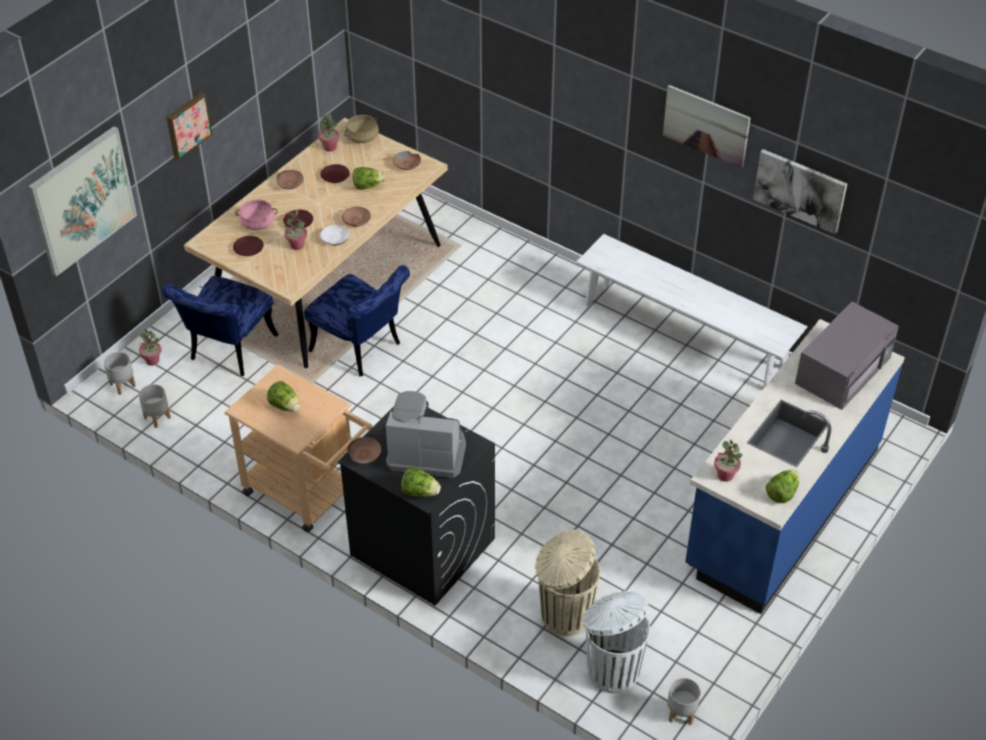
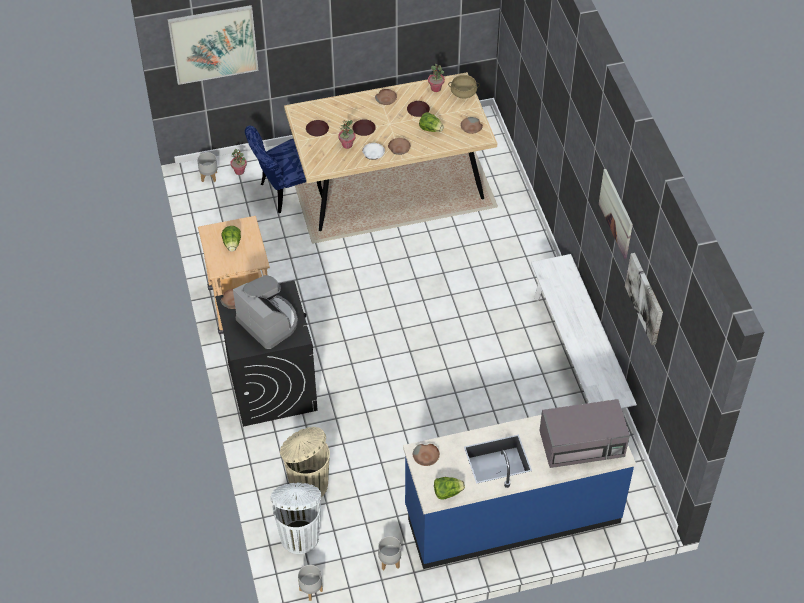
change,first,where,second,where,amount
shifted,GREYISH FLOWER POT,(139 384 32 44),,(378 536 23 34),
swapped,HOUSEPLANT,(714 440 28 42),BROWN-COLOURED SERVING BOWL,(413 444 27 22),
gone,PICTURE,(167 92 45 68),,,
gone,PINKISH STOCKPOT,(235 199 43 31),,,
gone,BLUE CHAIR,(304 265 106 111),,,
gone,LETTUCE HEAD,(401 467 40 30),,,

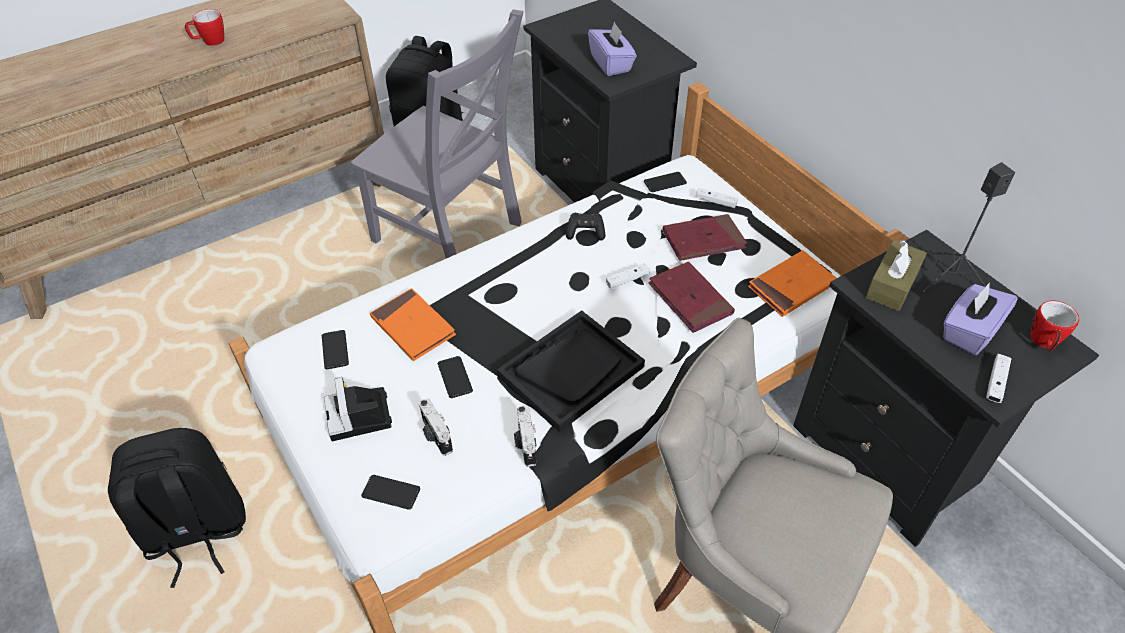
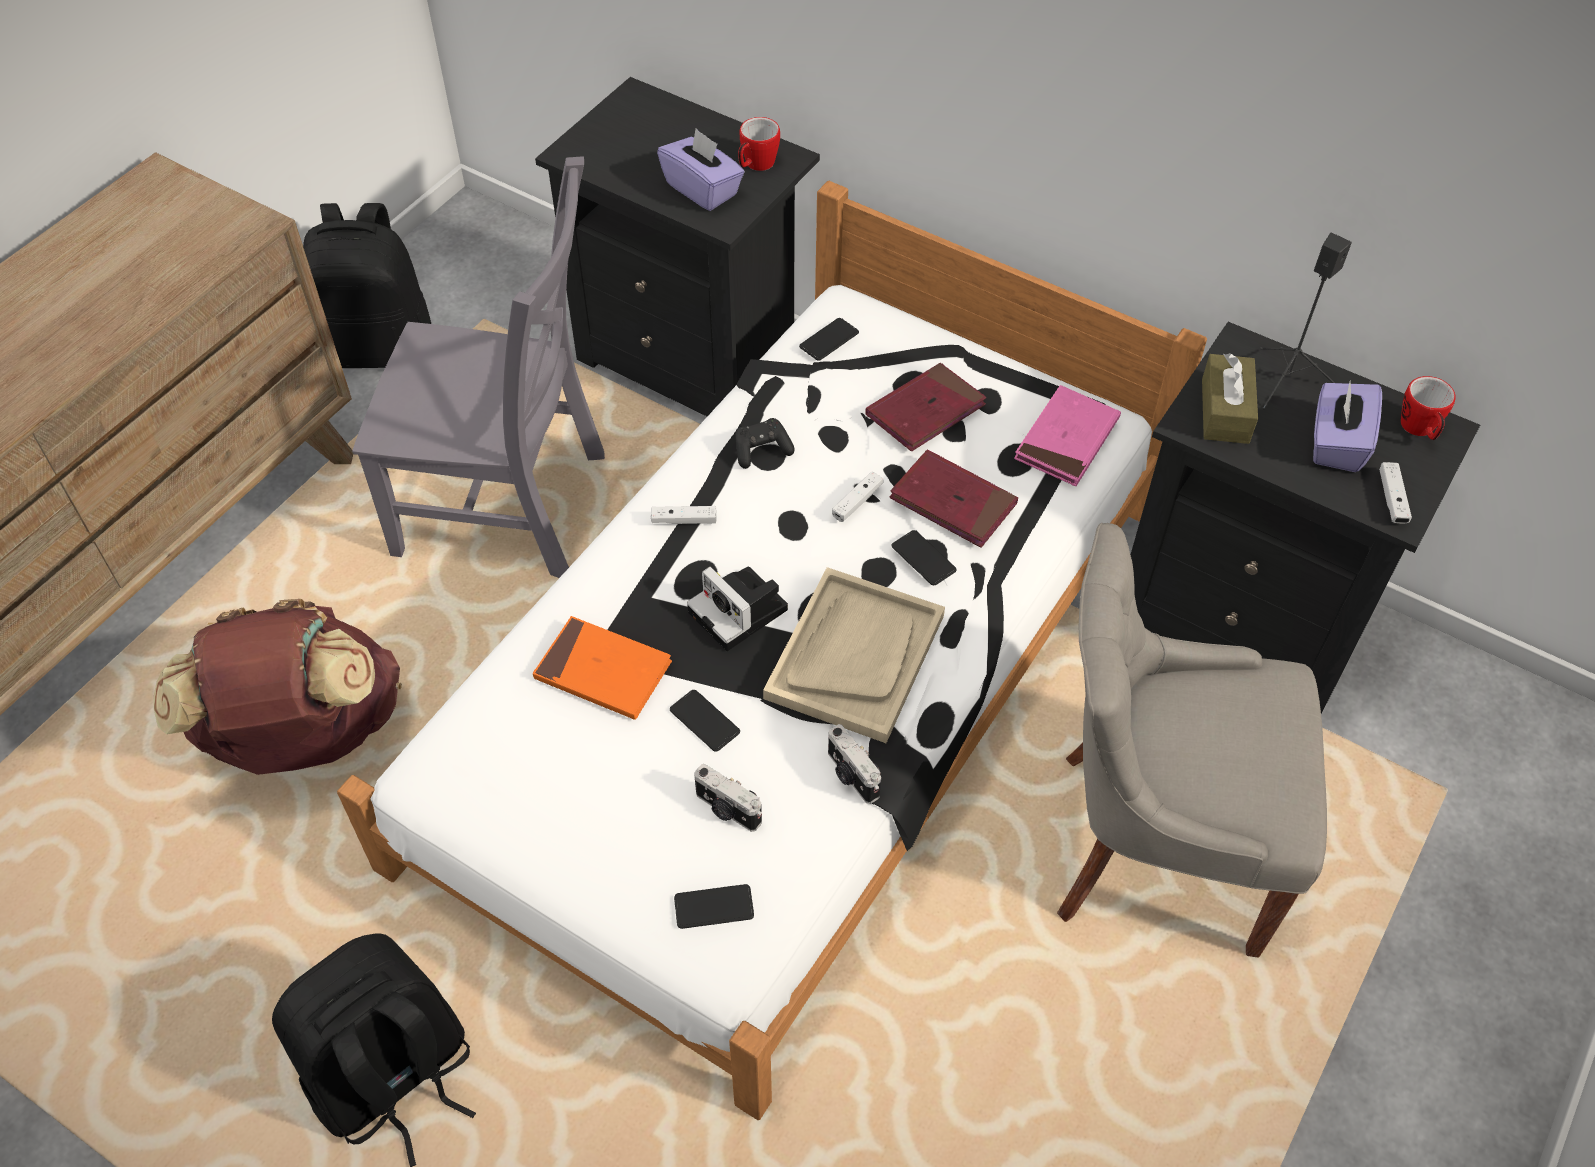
change,first,where,second,where,amount
new,,,BROWN-COLOURED KNAPSACK,(153 599 249 176),
shifted,WHITISH GAMEPAD,(696 188 42 20),,(651 506 66 18),
shifted,STILL CAMERA,(324 377 68 64),,(687 566 101 85),
shifted,MUG,(185 9 40 37),,(738 117 42 54),
repainted,BLACK-COLOURED TRAY,(497 310 148 122),BEIGE-COLOURED TRAY,(763 567 182 176),
shifted,HANDSET,(322 330 27 39),,(891 530 66 55),
repainted,ORANGE-COLOURED BOOK,(748 250 89 67),PINKISH BOOK,(1014 385 107 101),

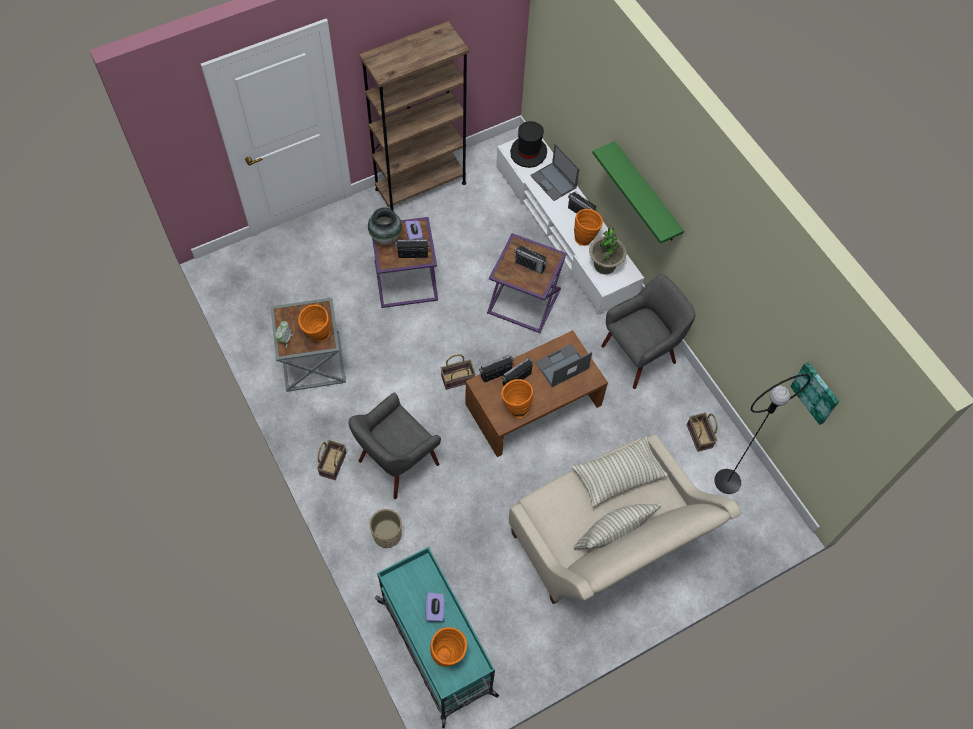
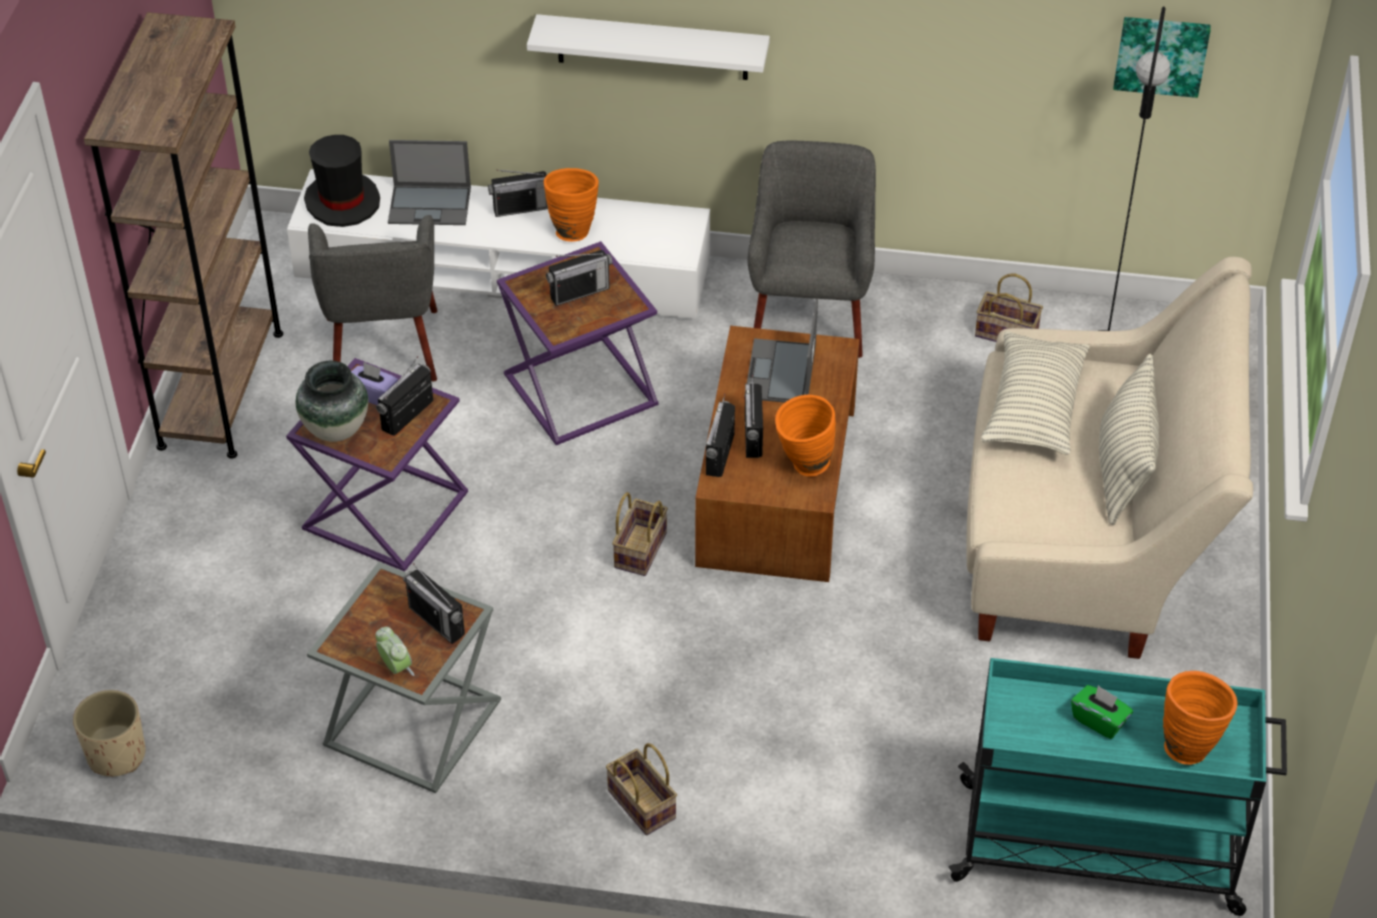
change,first,where,second,where,amount
shifted,BEIGE-COLOURED FLOWER POT,(370 509 32 39),,(73 690 72 87),
shifted,GREYISH EASY CHAIR,(349 392 92 107),,(308 215 129 167),
swapped,ORANGE-COLOURED DECORATIVE VASE,(298 305 33 37),RADIO RECEIVER,(403 563 62 81),
repainted,GREEN SHELF,(592 141 92 103),WHITISH SHELF,(527 14 243 66),
repainted,PURPLE-COLOURED TISSUE BOX,(426 593 18 28),GREEN TISSUE BOX,(1071 685 62 54),
gone,HOUSEPLANT,(589 228 38 46),,,

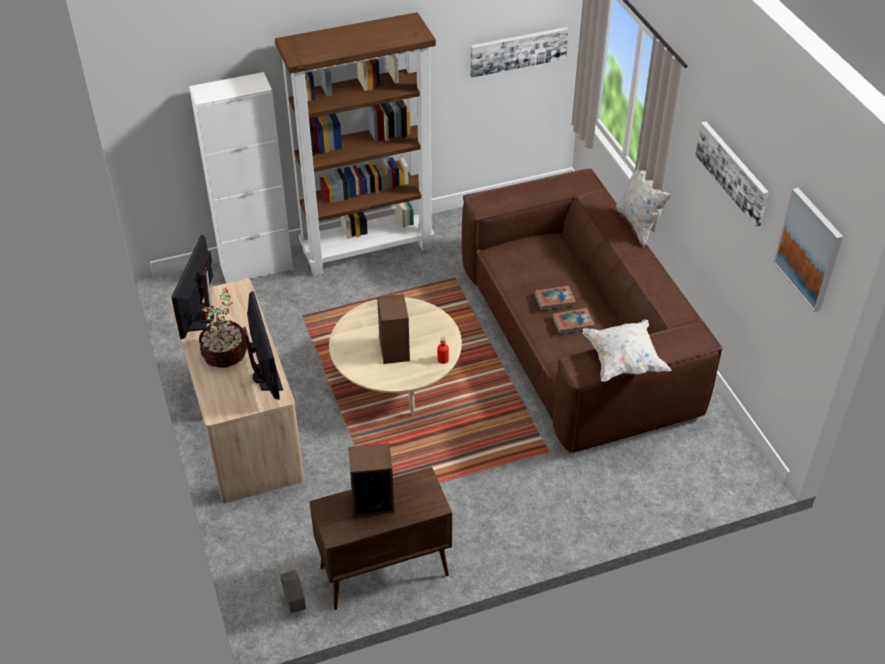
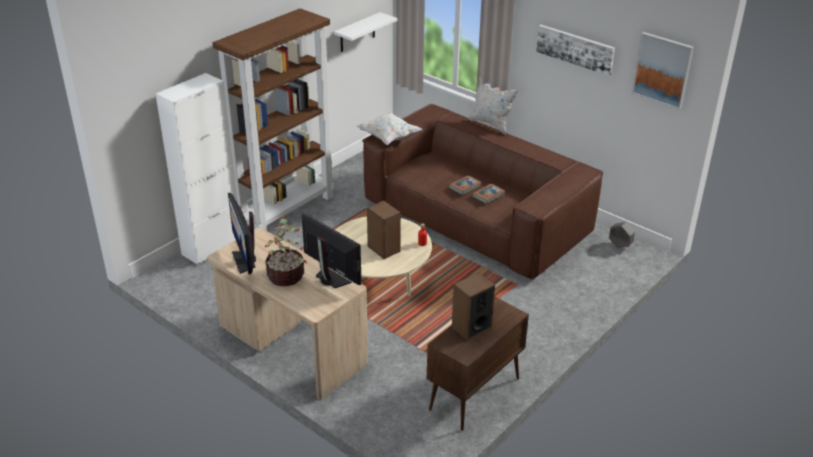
change,first,where,second,where,amount
swapped,PICTURE,(470 27 98 51),WHITISH SHELF,(334 12 63 40),
shifted,WHITISH PILLOW,(582 320 90 61),,(357 112 66 33),
shifted,GREYISH FLOWER POT,(280 570 26 43),,(609 222 26 26),

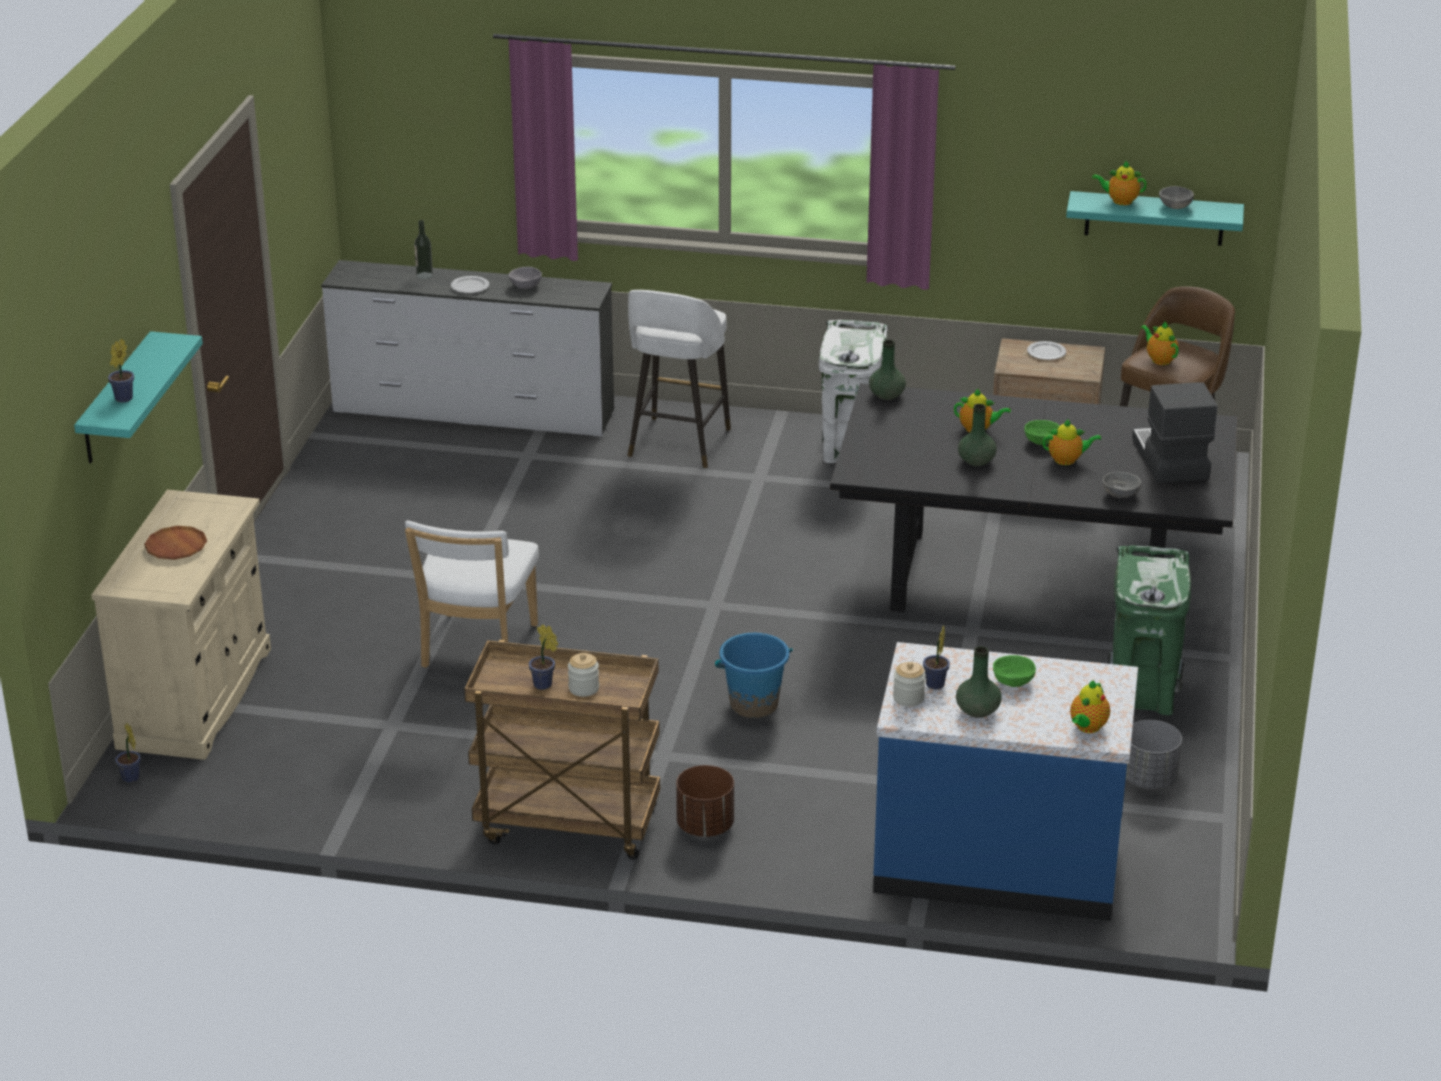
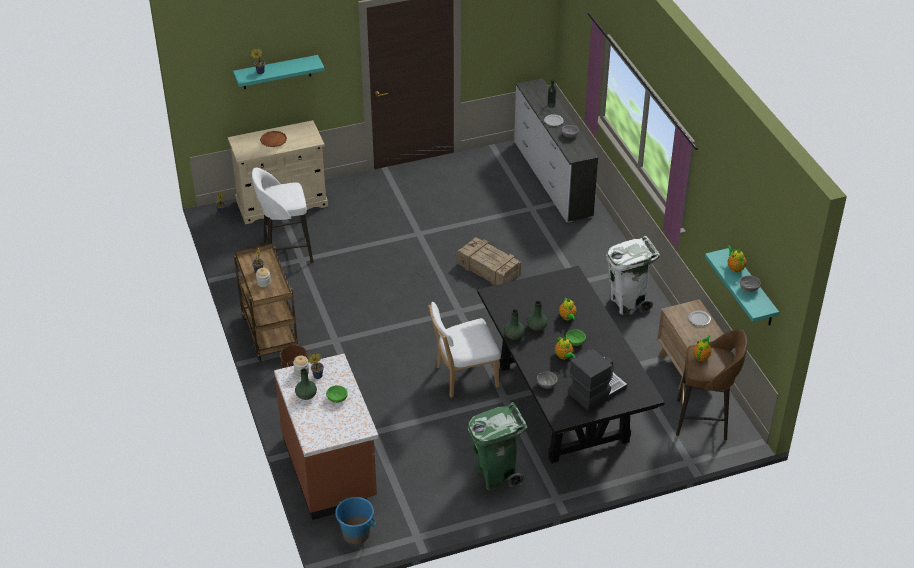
change,first,where,second,where,amount
shifted,WHITISH STOOL SEAT,(627 290 104 178),,(252 167 61 96),
repainted,BLUE KITCHEN BASE UNIT,(873 642 265 279),BROWN-COLOURED KITCHEN BASE UNIT,(274 354 105 166),
shifted,BLUE BUCKET,(715 633 78 85),,(335 497 41 47),
shifted,WHITISH CHAIR,(405 520 134 148),,(429 302 72 96),
new,,,CRATE,(458 237 63 48),
shifted,GREEN DECORATIVE VASE,(869 340 37 60),,(504 309 21 31),
gone,TEAPOT,(1070 680 40 53),,,
gone,GREYISH FLOWER POT,(1126 720 56 69),,,

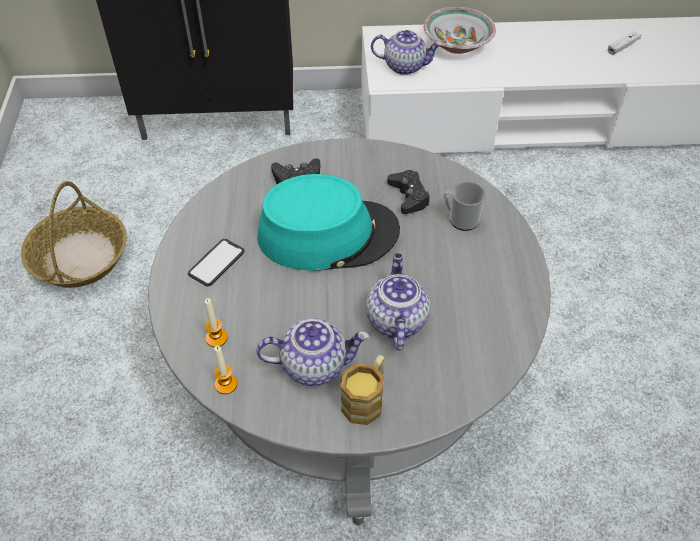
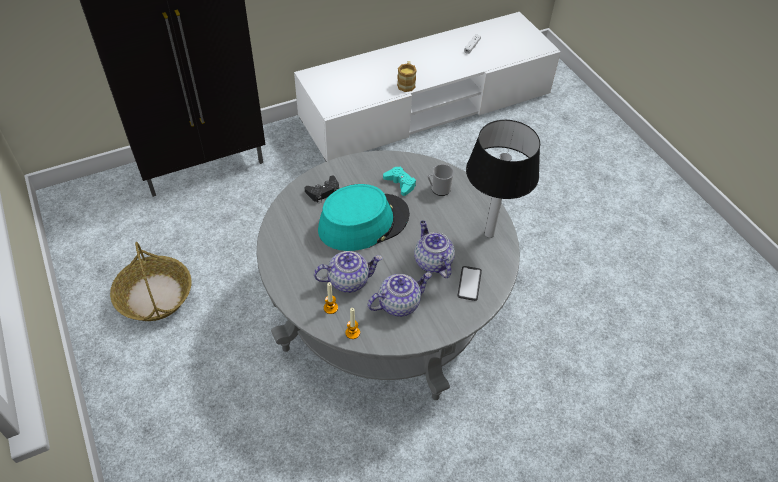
change,first,where,second,where,amount
shifted,TEAPOT,(371 30 71 45),,(314 251 69 42),
repainted,BLACK-COLOURED GAMEPAD,(387 170 43 44),BLUE-GREEN GAMEPAD,(383 167 33 29),
shifted,MUG,(341 355 44 70),,(397 61 20 31),
shifted,HANDSET,(188 239 56 47),,(457 266 25 35),
new,,,TABLE LAMP,(466 120 74 118),
gone,SERVING BOWL,(424 7 72 47),,,

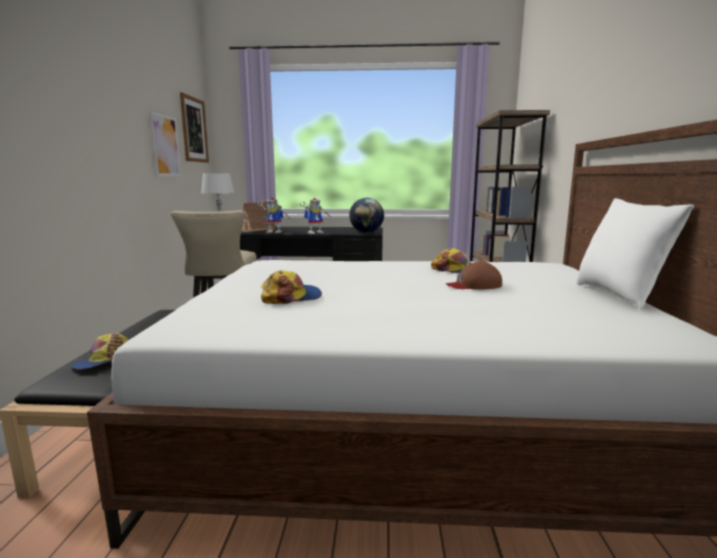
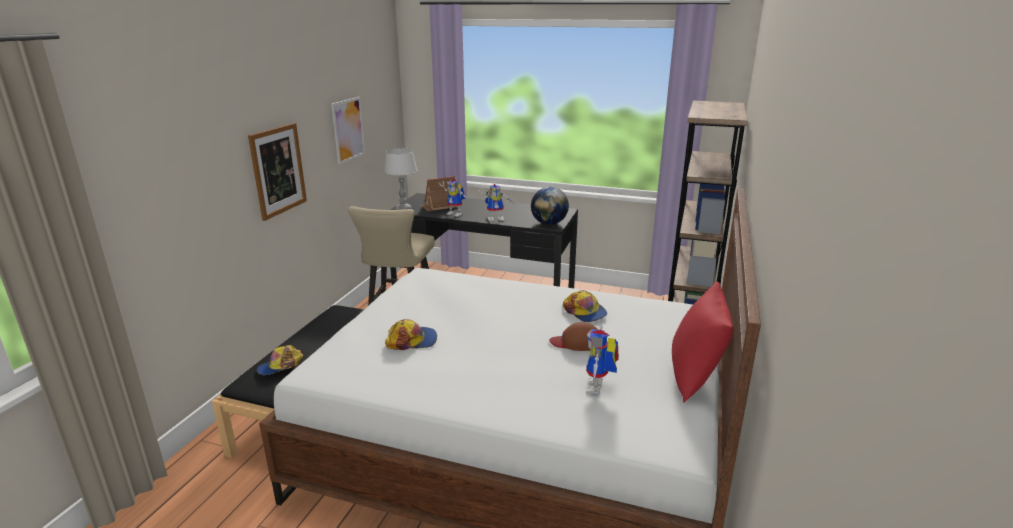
change,first,where,second,where,amount
shifted,PICTURE,(180 92 29 71),,(248 123 59 98),
new,,,TOY ROBOT,(586 324 33 70),
repainted,WHITISH PILLOW,(576 198 118 112),REDDISH PILLOW,(672 282 61 121),

